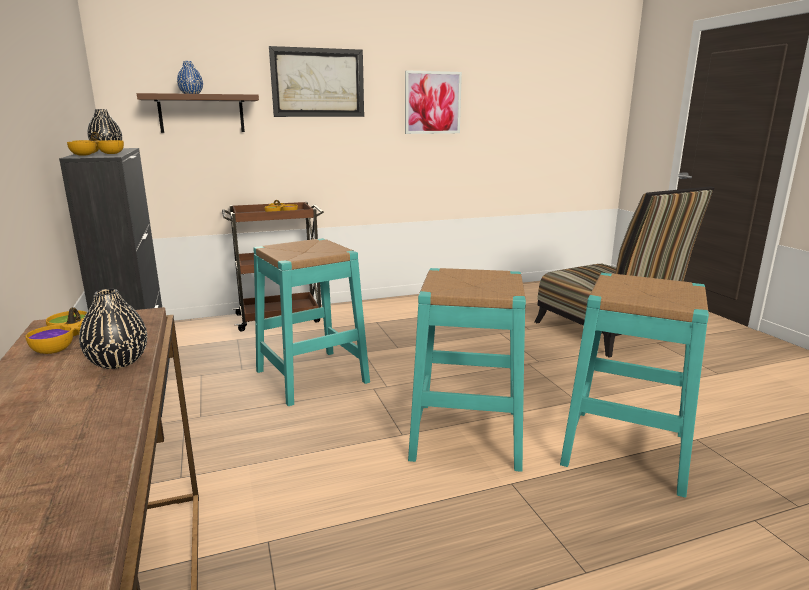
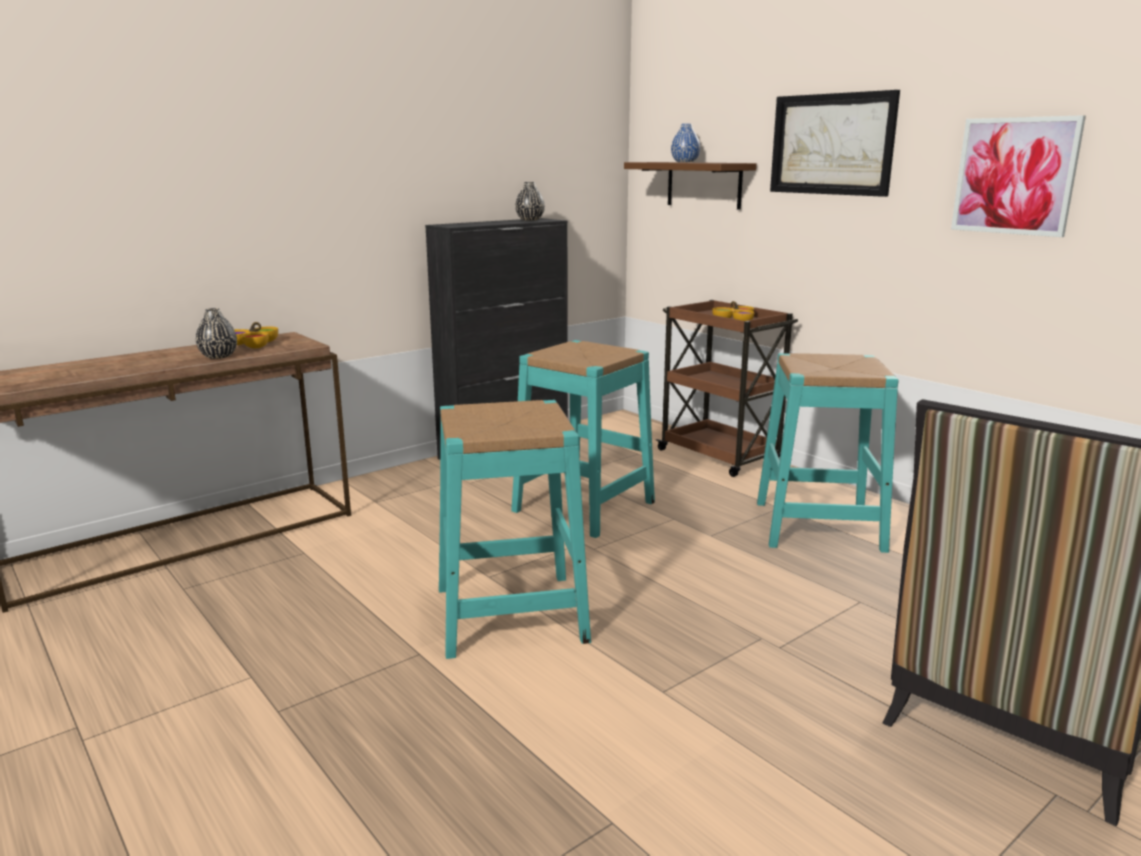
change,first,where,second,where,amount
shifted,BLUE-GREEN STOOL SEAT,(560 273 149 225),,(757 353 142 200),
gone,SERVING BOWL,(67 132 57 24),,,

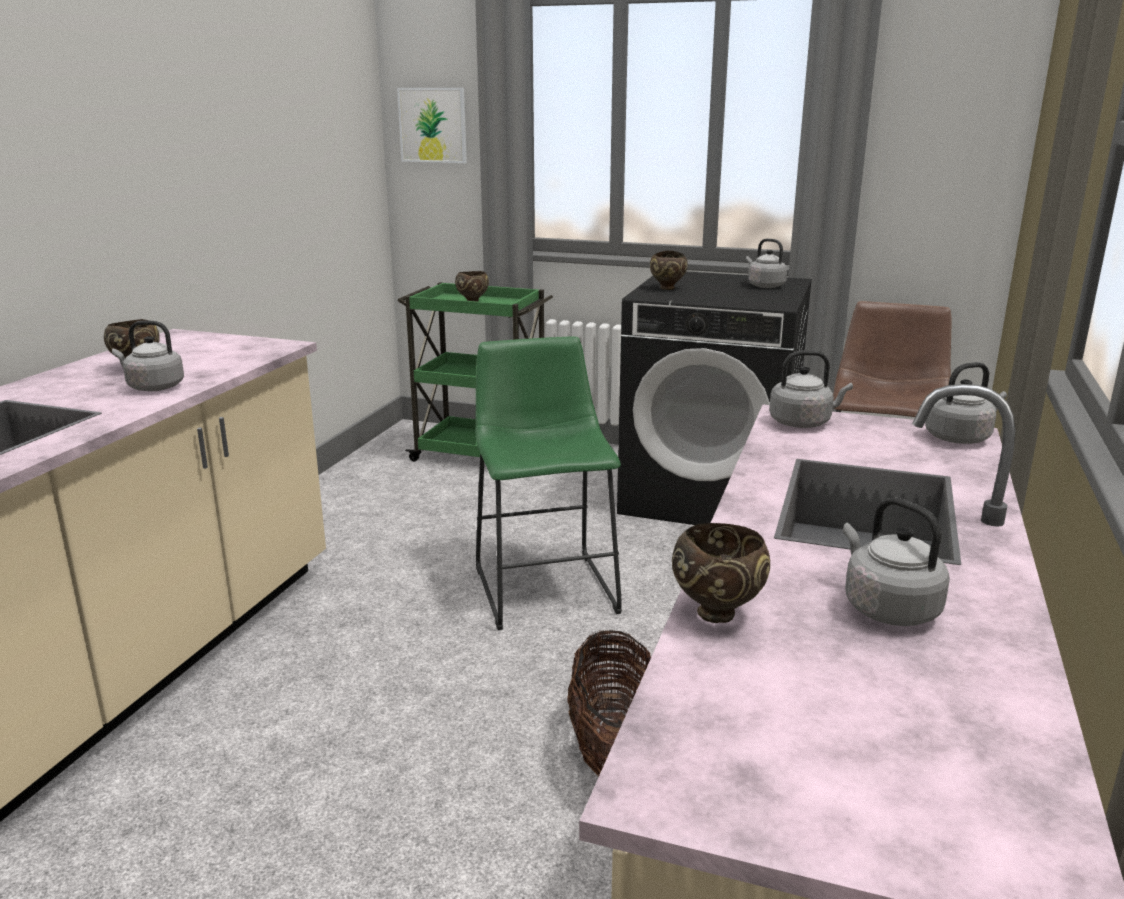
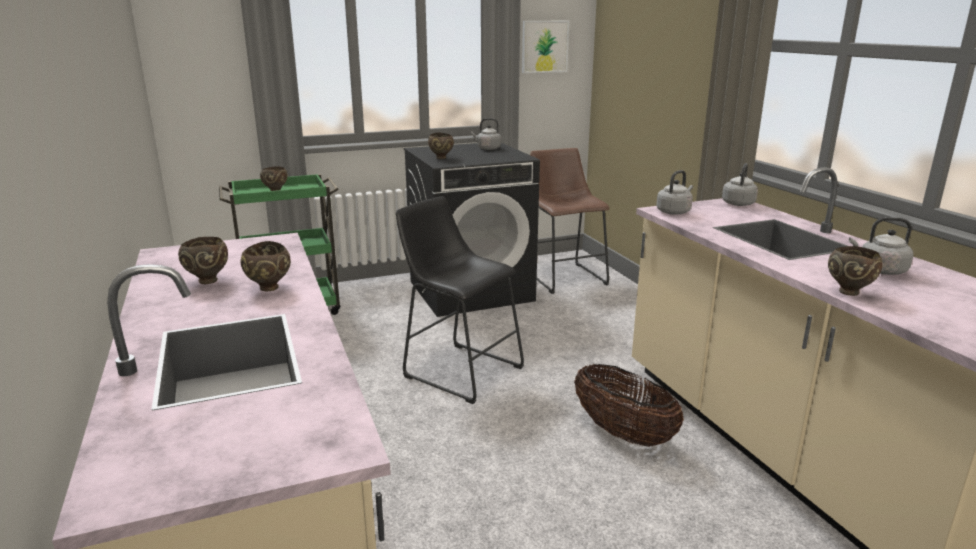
change,first,where,second,where,amount
swapped,GREYISH KETTLE,(112 321 72 70),BROWN-COLOURED SERVING BOWL,(240 241 51 50),
repainted,GREEN STOOL SEAT,(475 336 147 294),BLACK-COLOURED STOOL SEAT,(396 196 128 208),
shifted,PICTURE,(397 88 70 75),,(522 21 47 52),

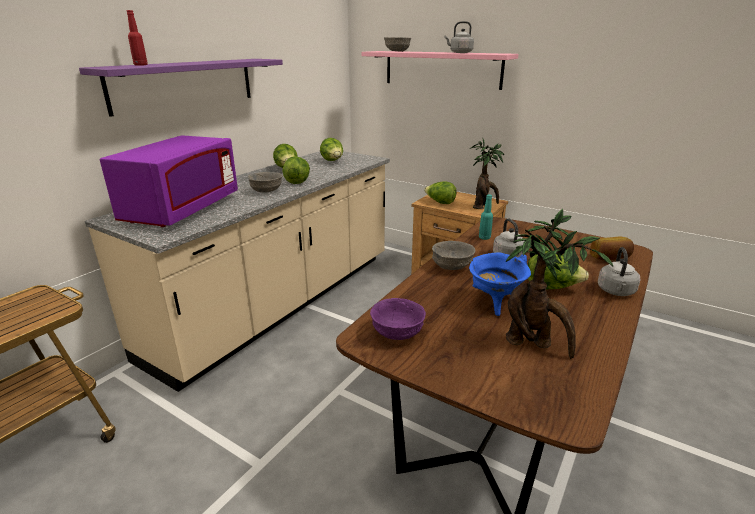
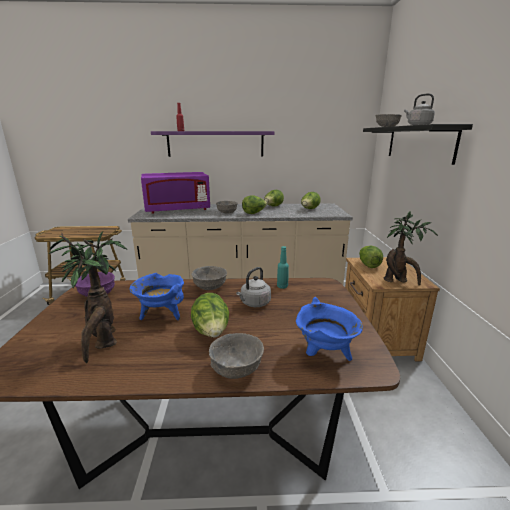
change,first,where,second,where,amount
swapped,GREYISH KETTLE,(598 247 42 49),GREYISH SERVING BOWL,(209 333 55 46),
swapped,BAKED BREAD,(590 236 44 24),BLUE STOCKPOT,(296 297 67 64),
repainted,PINKISH SHELF,(362 51 157 39),BLACK-COLOURED SHELF,(363 124 110 41),

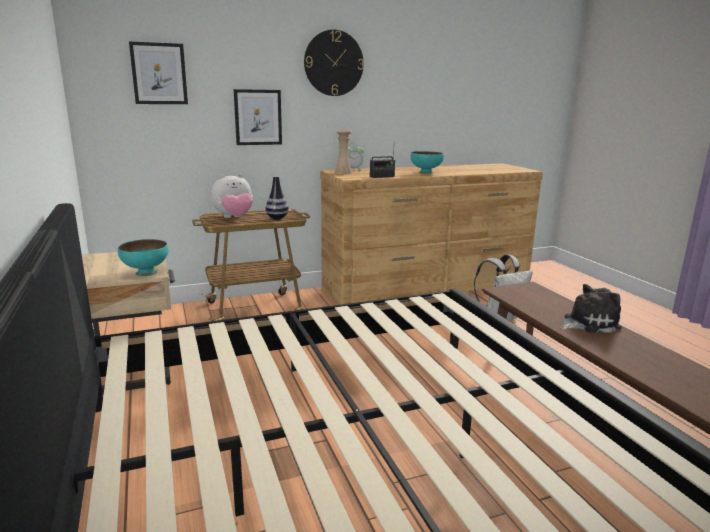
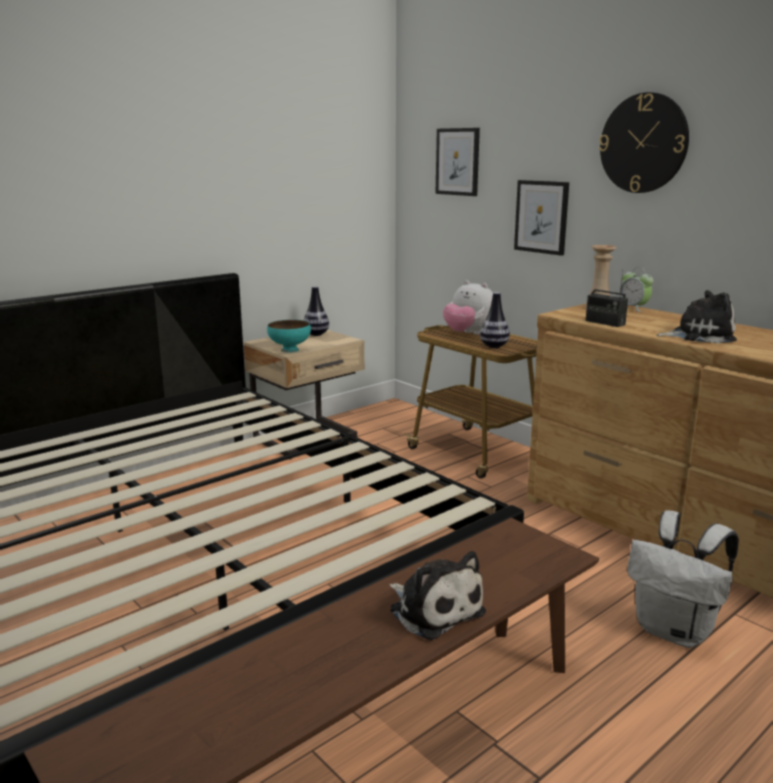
change,first,where,second,where,amount
new,,,DECORATIVE VASE,(303 286 26 50),
swapped,BLUE-GREEN SERVING BOWL,(411 151 33 23),CUDDLY TOY,(656 290 81 53),

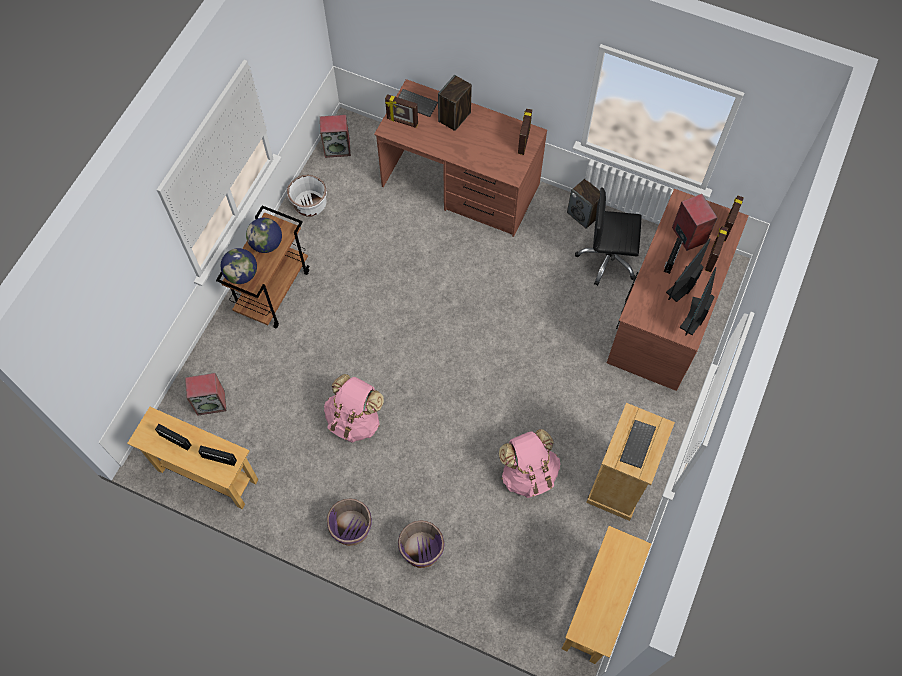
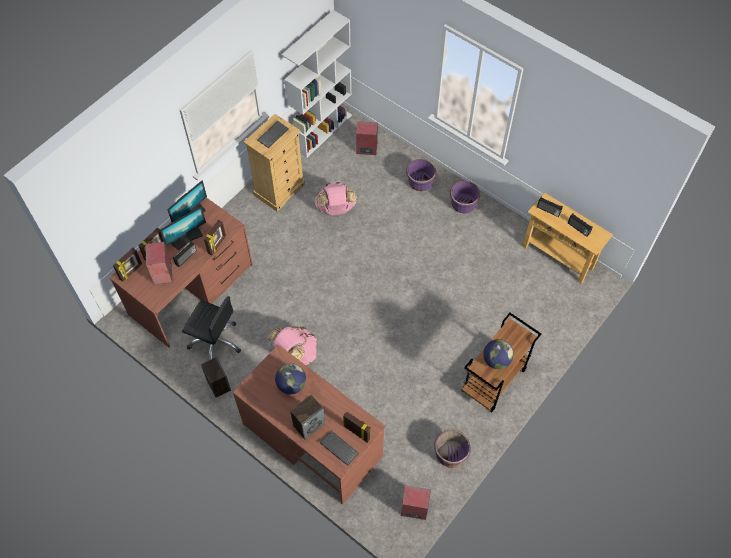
change,first,where,second,where,amount
shifted,PICTURE FRAME,(518 109 14 46),,(204 220 22 35),
shifted,PINKISH KNAPSACK,(324 374 60 69),,(268 326 49 39),
shifted,WORLD GLOBE,(220 248 37 36),,(275 363 31 31),
swapped,BEIGE-COLOURED HALL TABLE,(562 526 89 138),WHITISH BOOKSHELF,(282 10 70 148),
shifted,AUDIO SPEAKER,(185 373 41 43),,(356 121 22 34),
repainted,WHITISH FLOWER POT,(287 175 40 42),PURPLE-COLOURED FLOWER POT,(434 430 37 38),

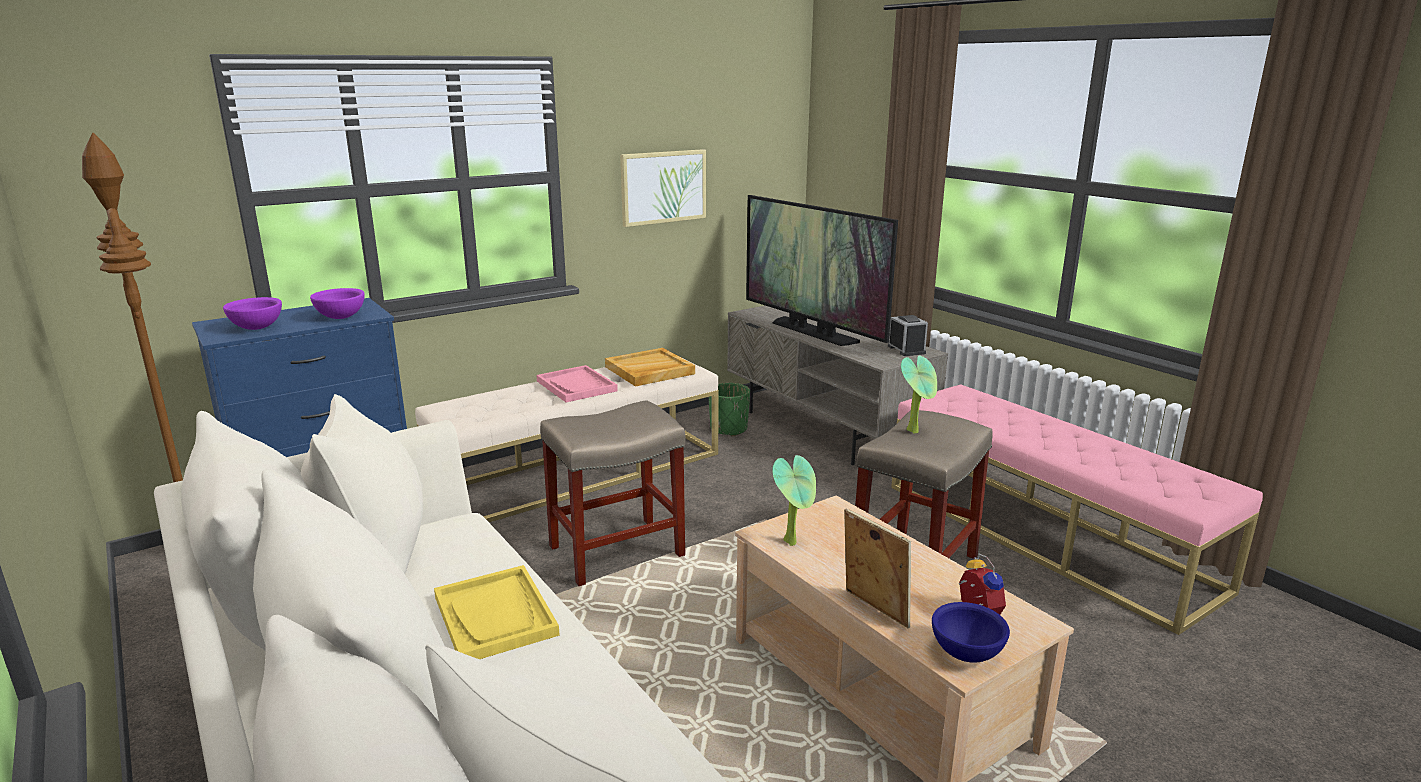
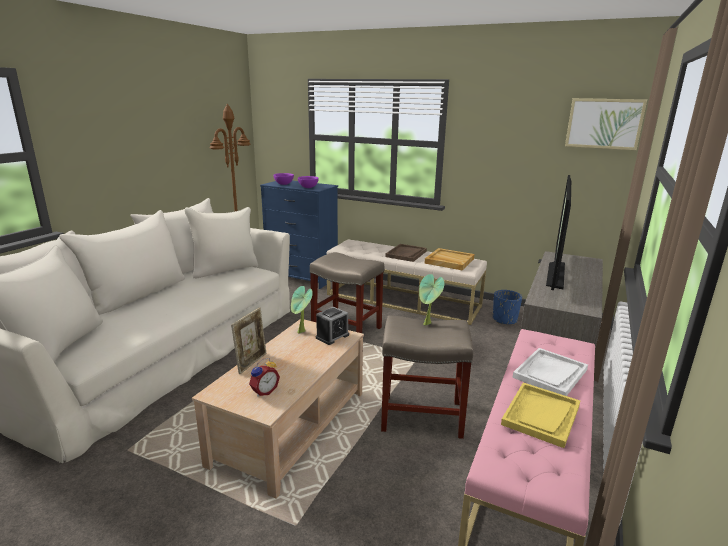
change,first,where,second,where,amount
shifted,TABLE CLOCK,(888 315 40 41),,(316 307 33 38),
repainted,PINKISH TRAY,(536 365 82 37),BROWN-COLOURED TRAY,(385 244 42 18),
repainted,GREEN FLOWER POT,(709 383 41 54),BLUE FLOWER POT,(493 290 29 34),
shifted,YELLOW TRAY,(434 565 126 94),,(501 383 79 65),
new,,,WHITISH TRAY,(513 348 75 48),
shifted,PICTURE,(620 149 86 78),,(565 98 82 52),
gone,BLUE SERVING BOWL,(932 602 78 61),,,

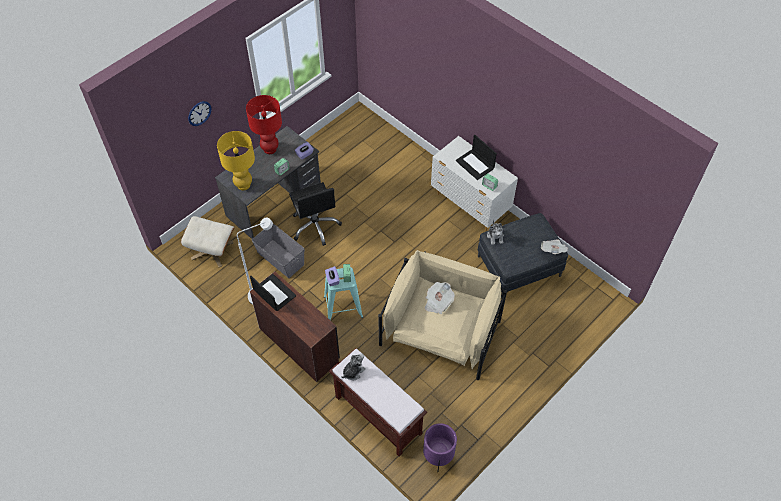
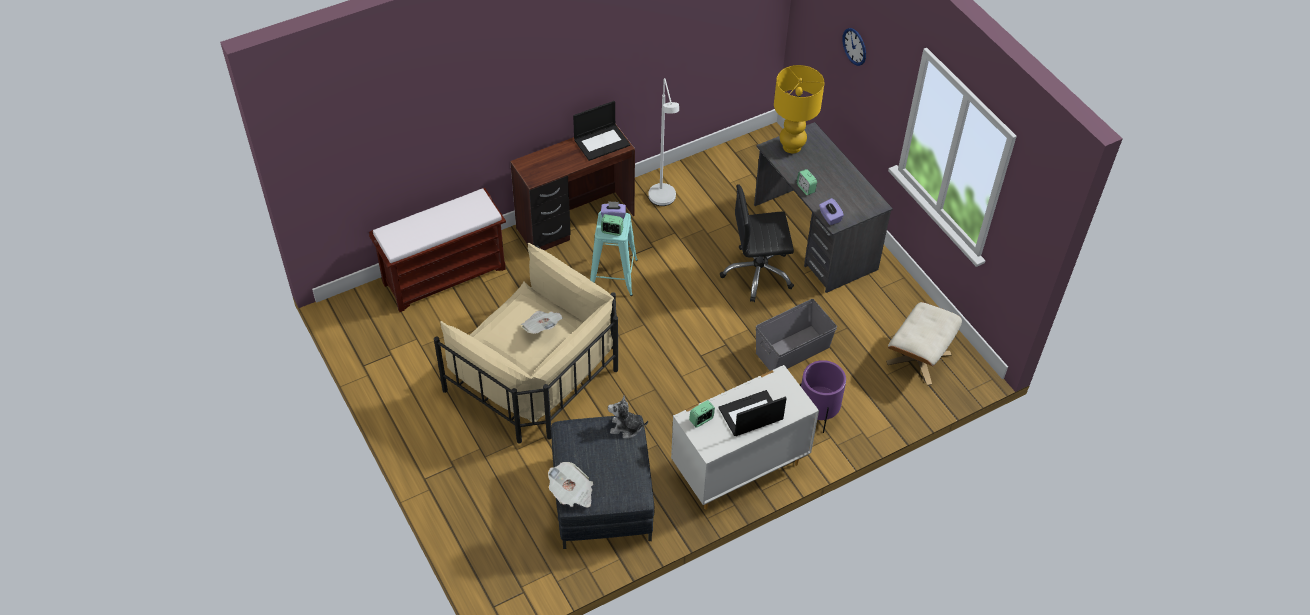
change,first,where,second,where,amount
shifted,GREYISH STORAGE BIN,(252 223 53 55),,(755 299 82 72),
shifted,PURPLE-COLOURED FLOWER POT,(423 424 34 47),,(800 360 46 73),
shifted,BEIGE-COLOURED POUFFE,(181 216 53 51),,(886 302 76 83),
gone,REDDISH TABLE LAMP,(246 95 36 59),,,
gone,CUDDLY TOY,(341 353 25 27),,,

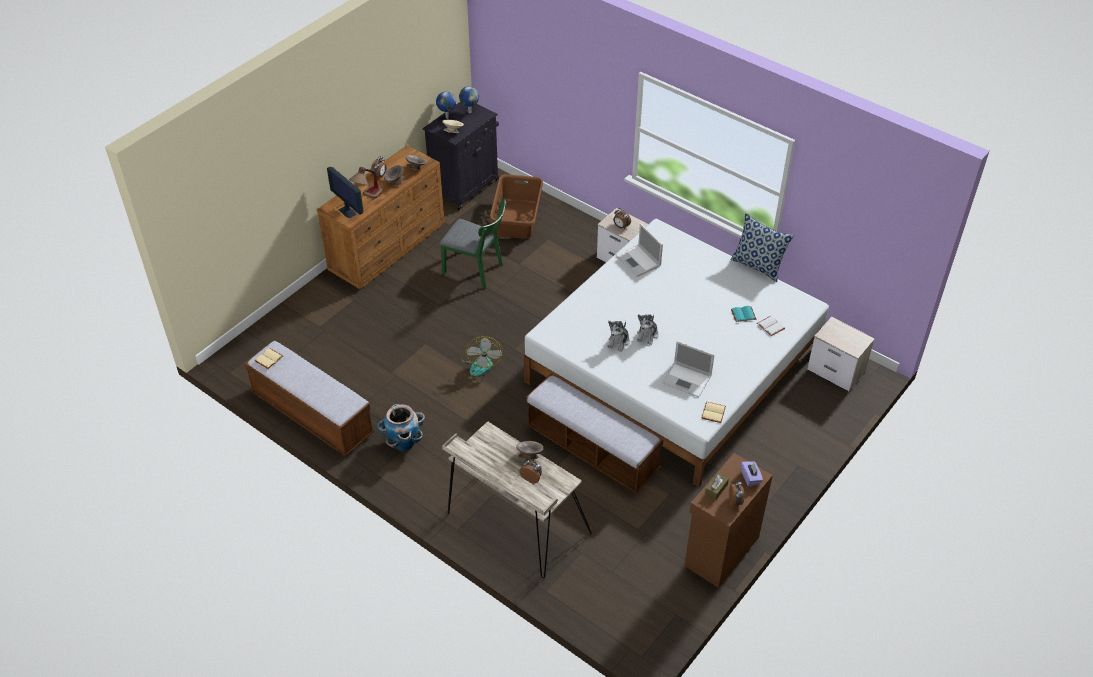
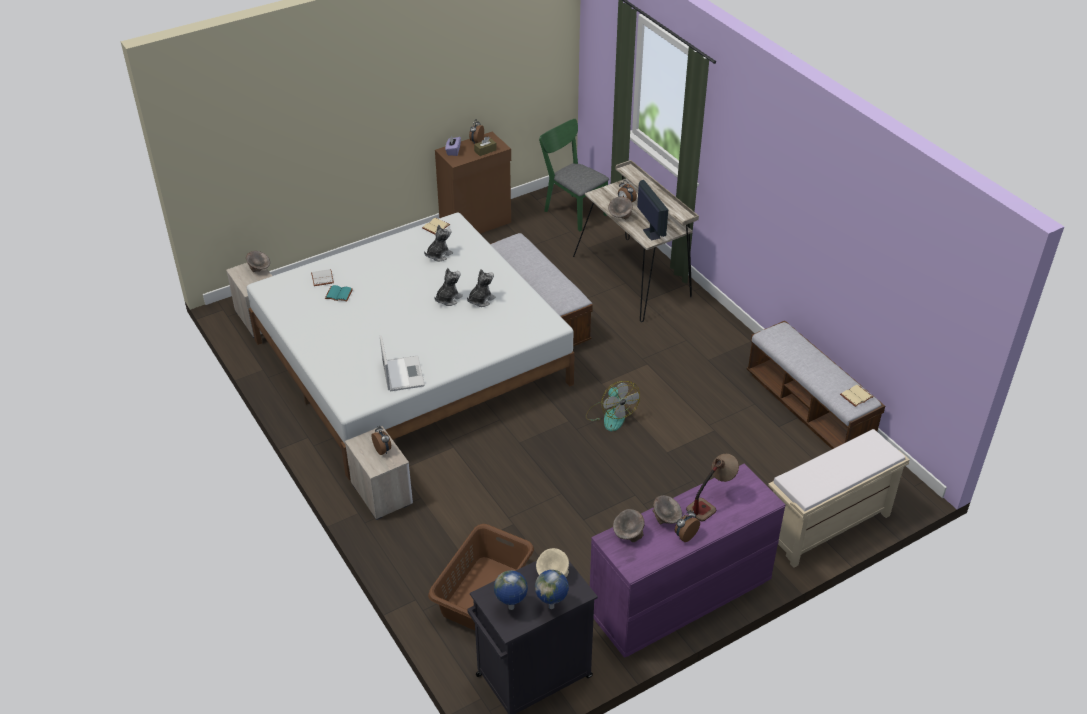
change,first,where,second,where,amount
new,,,GREYISH SERVING BOWL,(246 251 24 21),
swapped,PORTABLE COMPUTER,(662 341 53 56),CUDDLY TOY,(424 225 29 37),
shifted,GREEN CHAIR,(440 198 66 91),,(539 119 70 112),
rotated,COOLING FAN,(461 336 42 40),,(586 381 54 50),135 degrees clockwise
repainted,BROWN-COLOURED CHEST OF DRAWERS,(317 145 128 144),PURPLE-COLOURED CHEST OF DRAWERS,(590 464 196 194),
shifted,COMPUTER DISPLAY,(327 167 37 51),,(637 180 31 60),
new,,,BEIGE-COLOURED INDOOR BENCH,(768 429 142 139),
gone,FLOWER POT,(377 404 48 47),,,
gone,PILLOW,(731 213 63 69),,,

